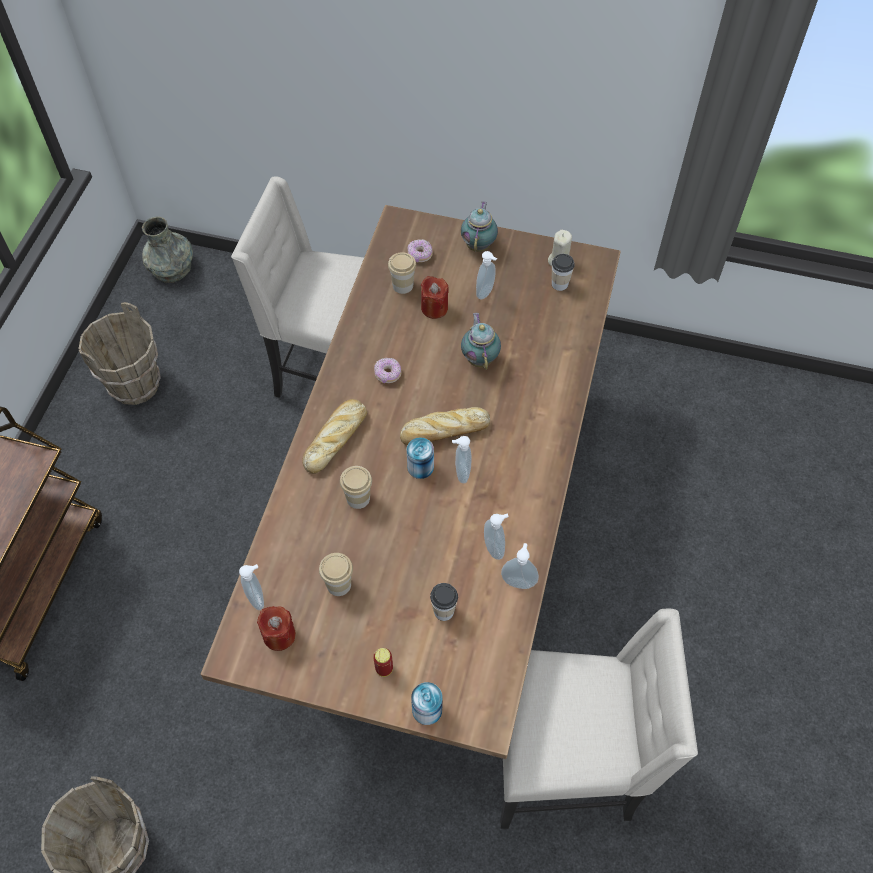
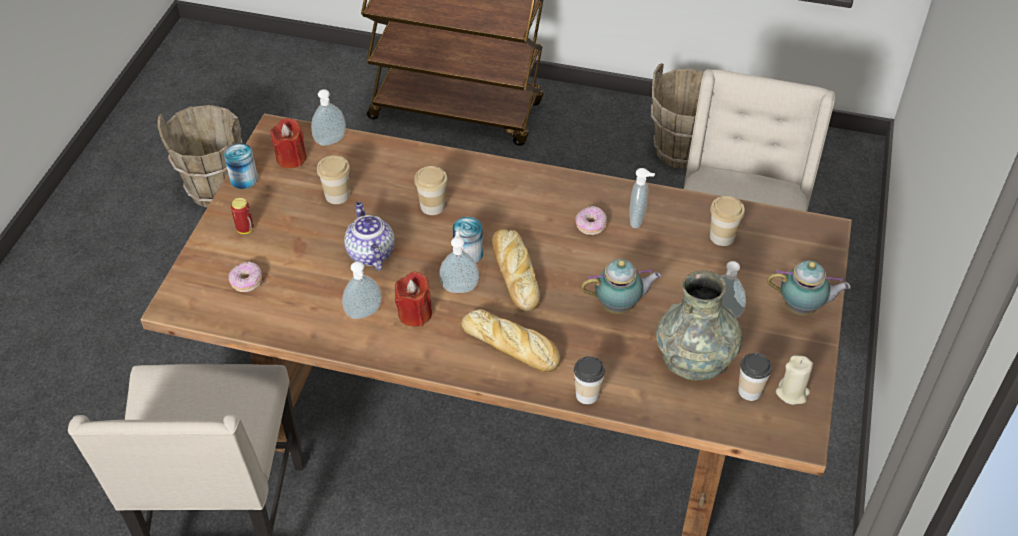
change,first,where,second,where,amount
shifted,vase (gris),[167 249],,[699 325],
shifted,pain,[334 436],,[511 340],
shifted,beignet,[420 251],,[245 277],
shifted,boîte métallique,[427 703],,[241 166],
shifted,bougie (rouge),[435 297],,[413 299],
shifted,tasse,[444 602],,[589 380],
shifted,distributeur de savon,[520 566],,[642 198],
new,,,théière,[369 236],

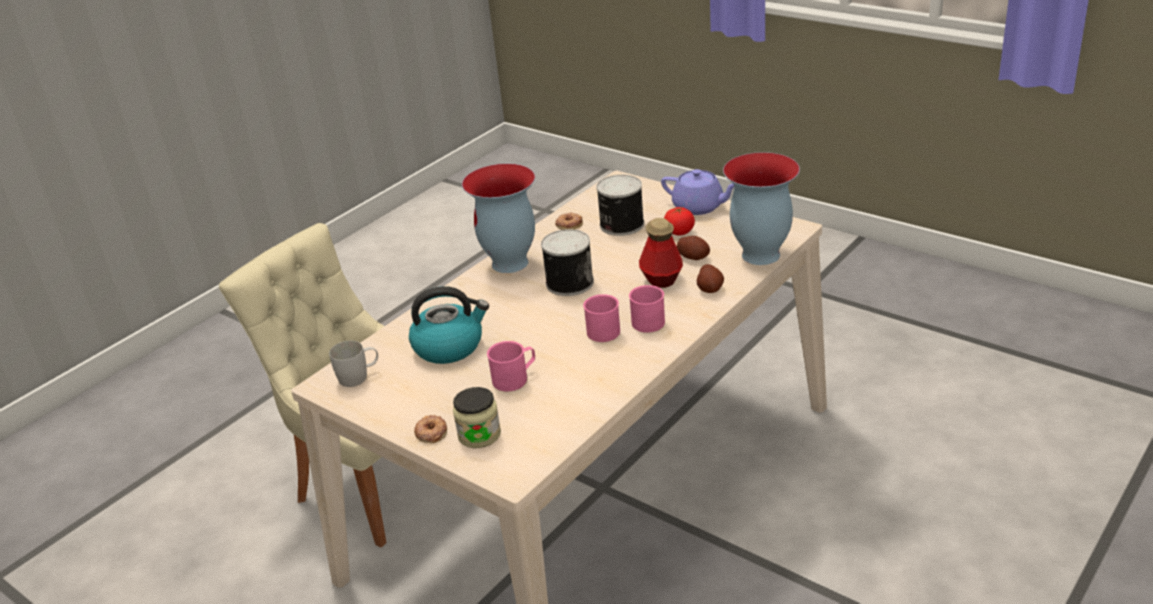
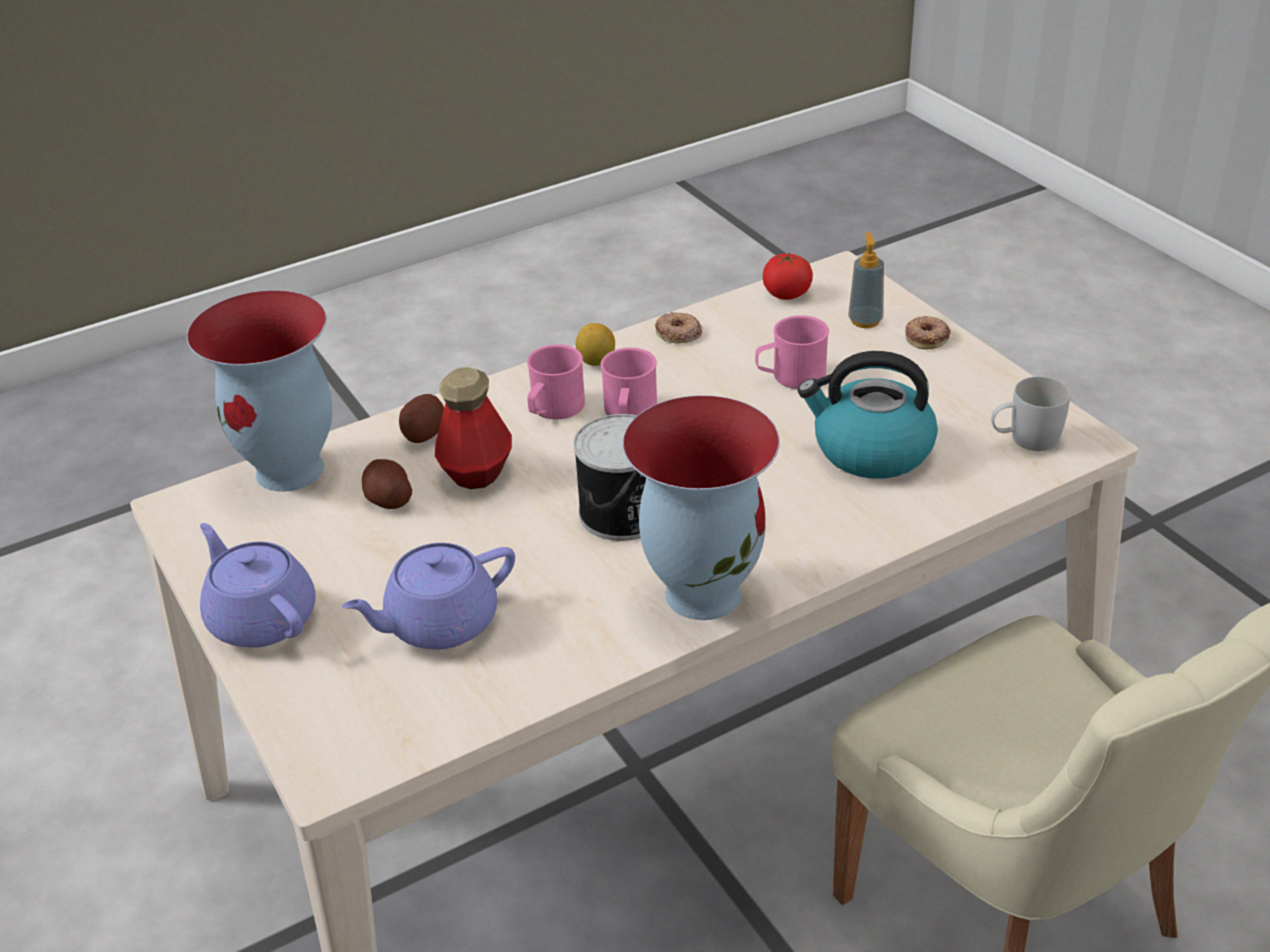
change,first,where,second,where,amount
swapped,bocal,[477 417],distributeur de savon,[866 280],
shifted,beignet,[569 221],,[678 327],
swapped,boîte métallique,[620 205],théière (violet),[428 596],
shifted,tomate,[679 221],,[788 276],
new,,,citron,[595 344],

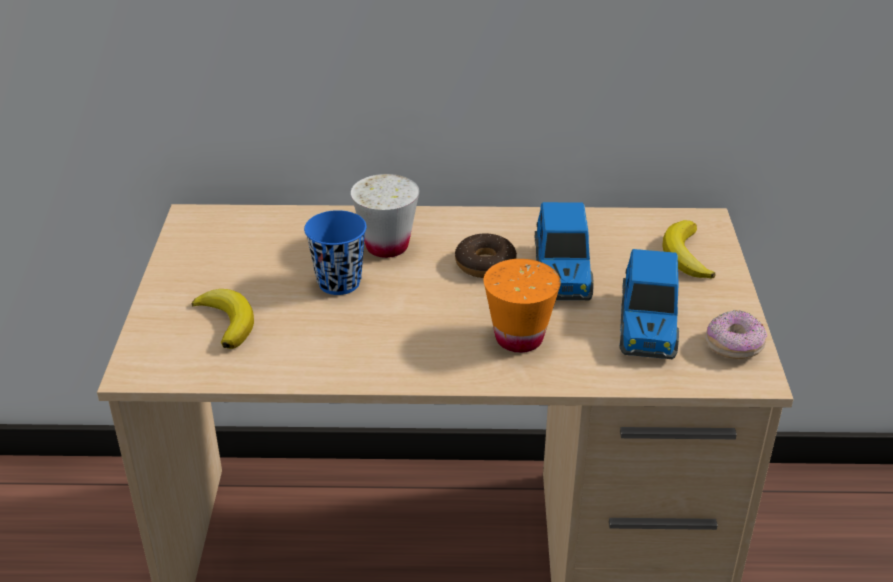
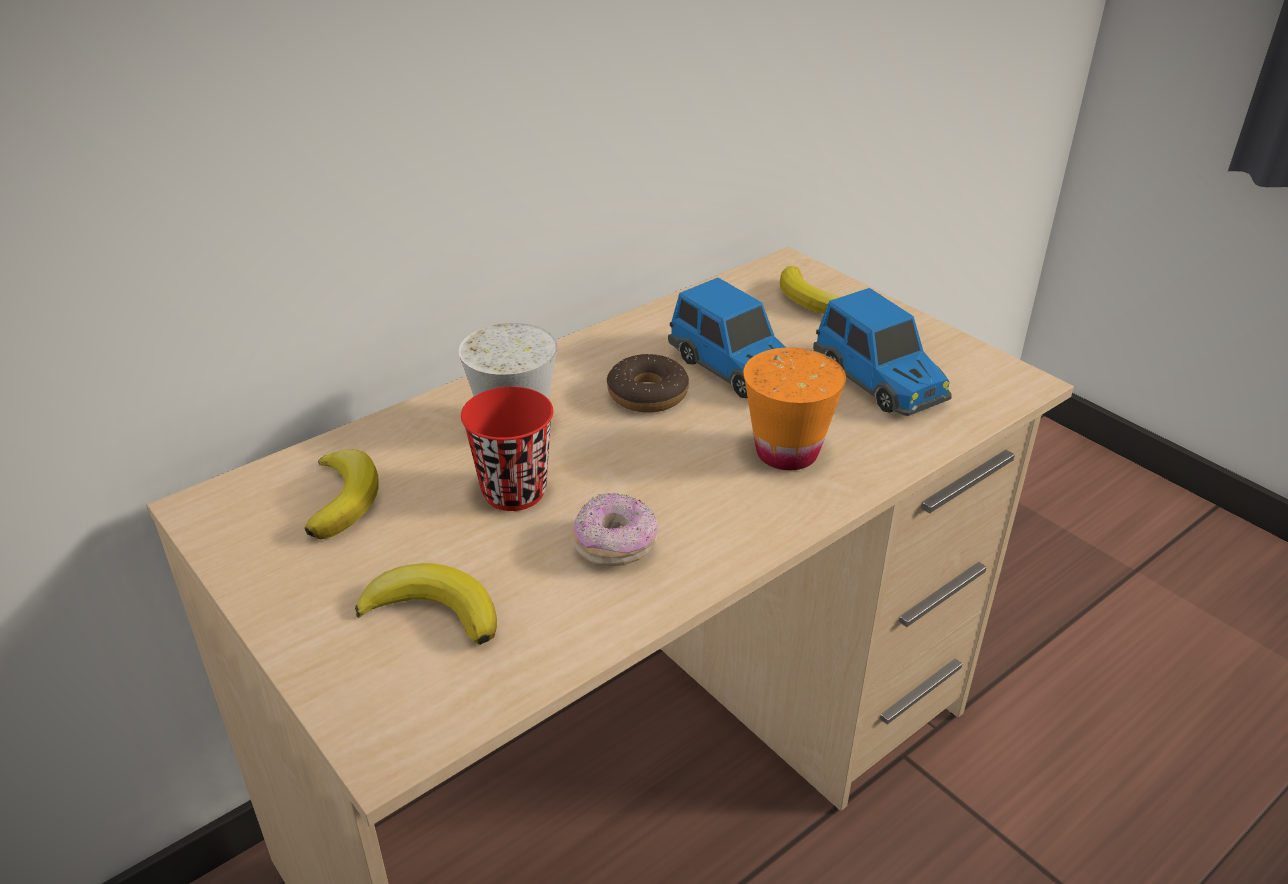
change,first,where,second,where,amount
repainted,tasse (bleu),[335 252],tasse (rouge),[507 449],
shifted,beignet,[736 334],,[616 529],
new,,,banane,[342 494],

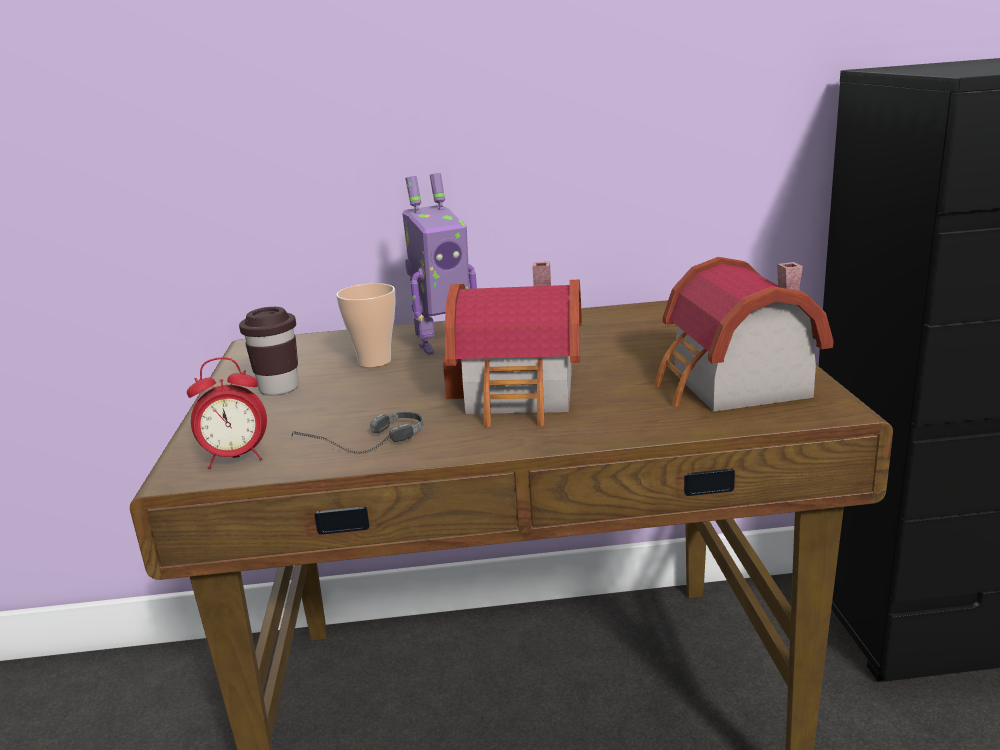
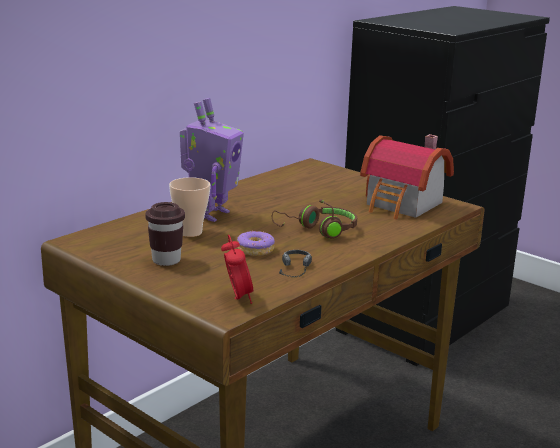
change,first,where,second,where,amount
rotated,réveil,[227 413],,[237 269],45 degrees counterclockwise
swapped,maison miniature,[512 344],casque audio (marron),[314 219],
new,,,beignet,[256 243],

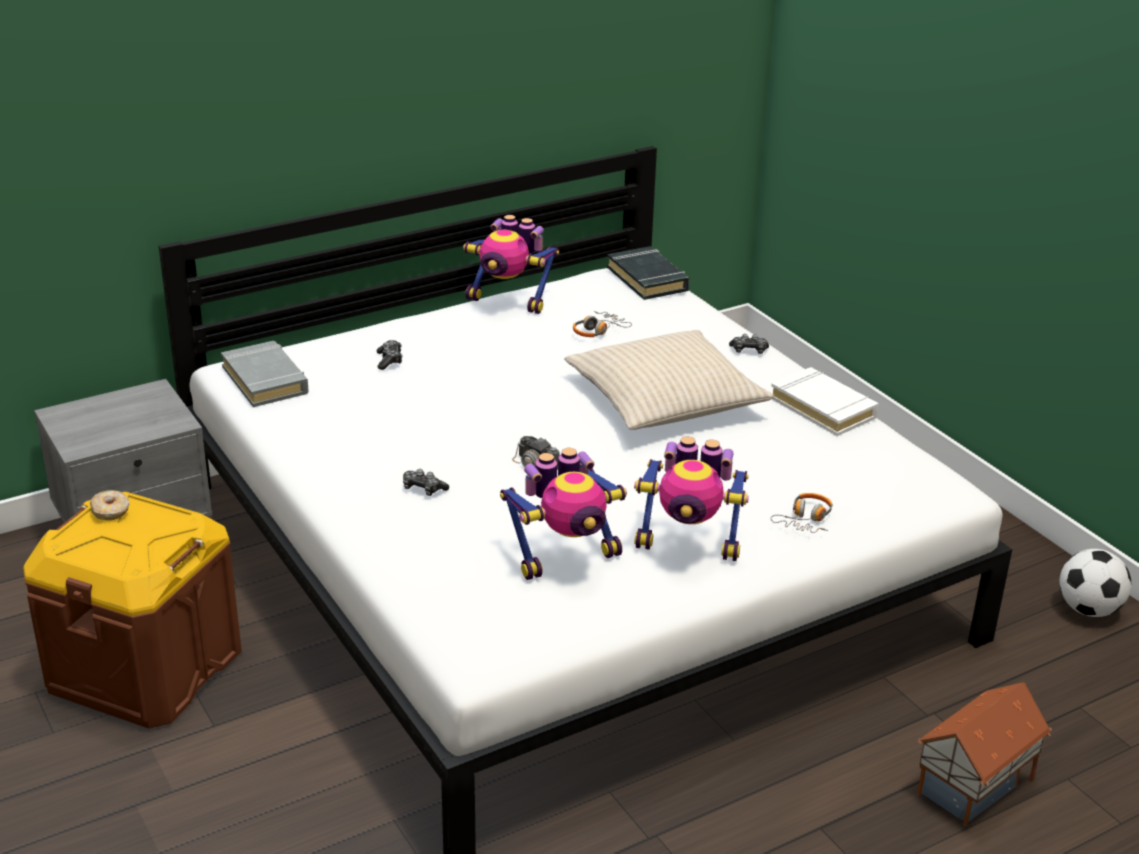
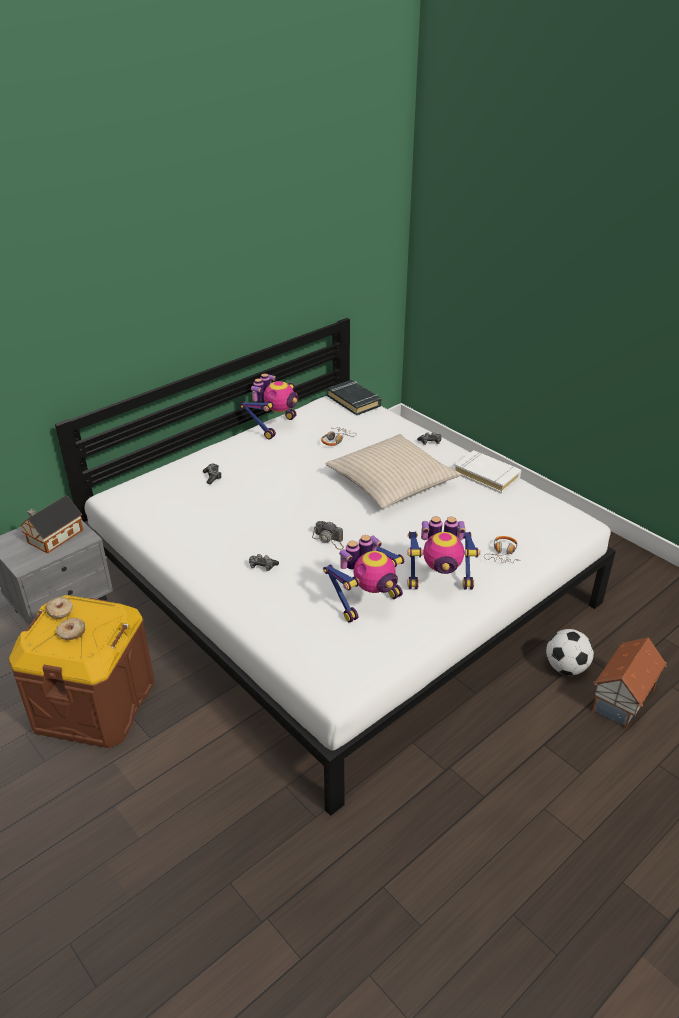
change,first,where,second,where,amount
gone,livre (gris),[264 374],,,
rotated,robot jouet,[511 264],,[269 406],75 degrees counterclockwise
shifted,ballon de foot,[1095 583],,[570 652],
new,,,maison miniature,[51 524],
new,,,beignet,[70 629],

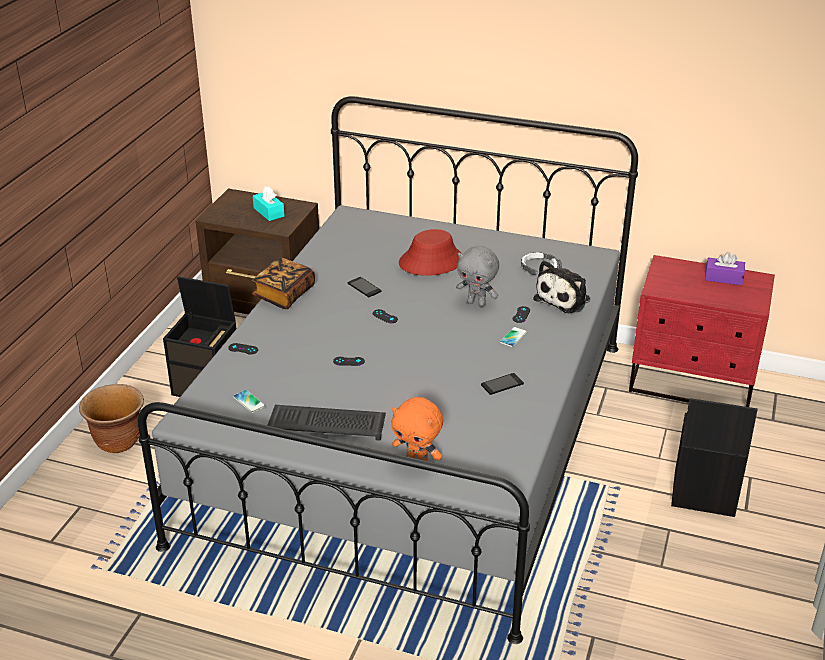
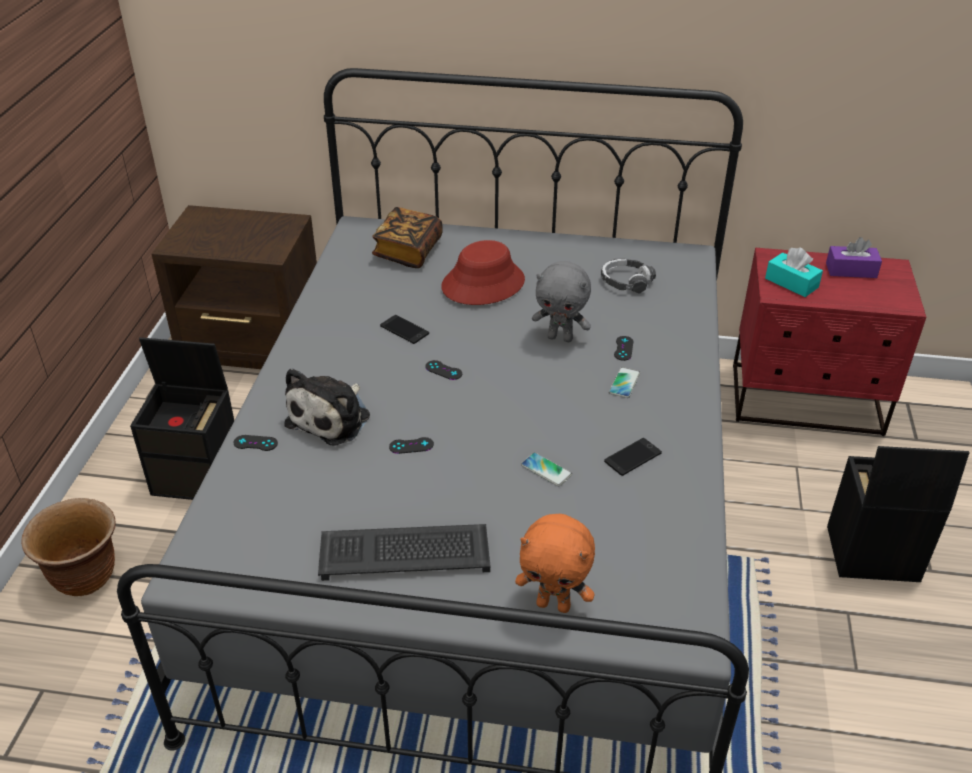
change,first,where,second,where,amount
shifted,téléphone,[249 401],,[546 469],
shifted,livre,[283 283],,[407 237],
shifted,boîte à mouchoirs (turquoise),[269 204],,[794 272],
shifted,peluche,[561 286],,[327 407],

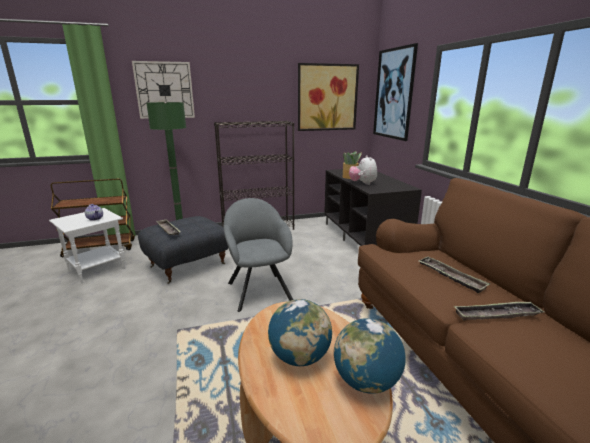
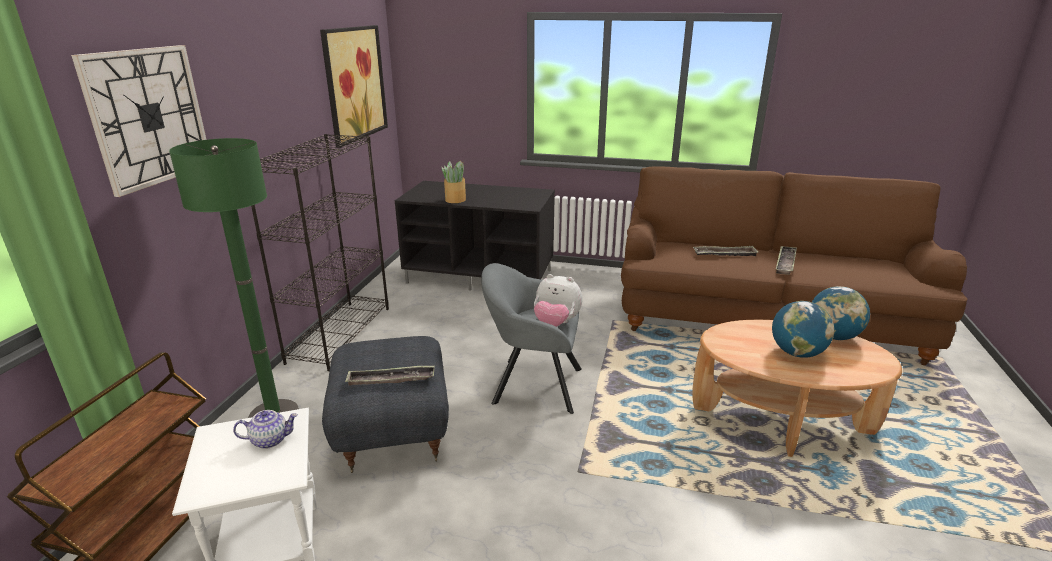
change,first,where,second,where,amount
shifted,peluche,[363 170],,[558 300],
gone,tableau,[395 92],,,

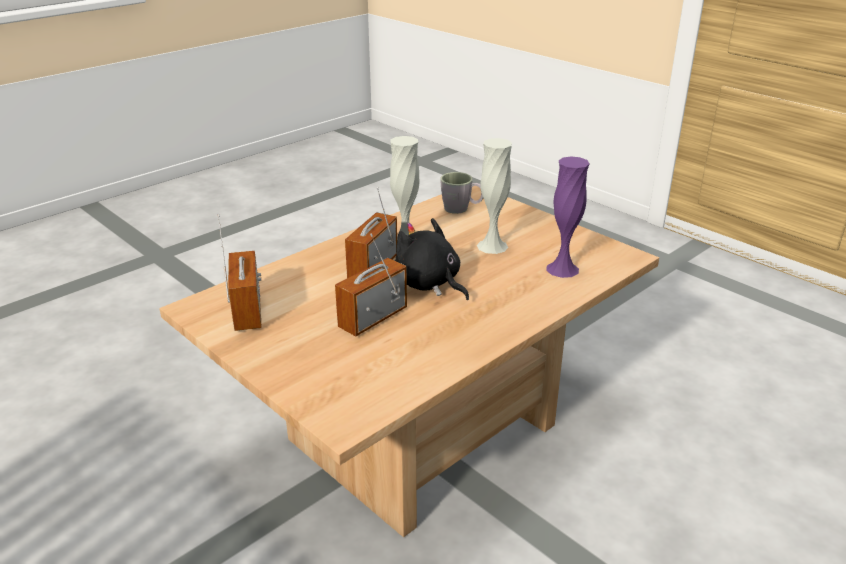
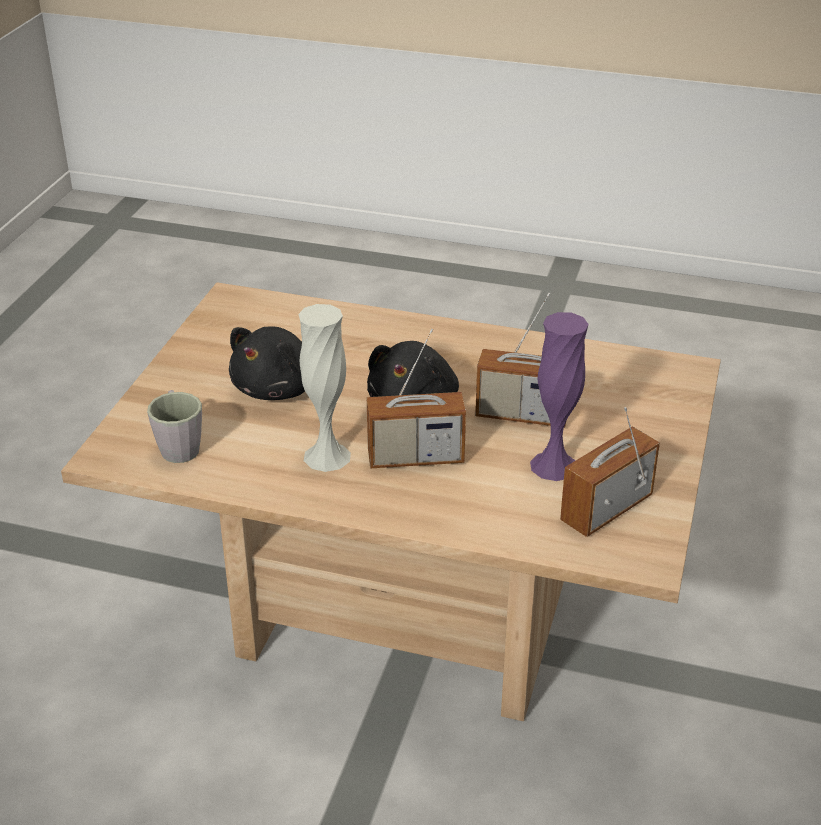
change,first,where,second,where,amount
swapped,vase (blanc),[494 196],peluche (noir),[267 363],
shifted,vase (violet),[568 217],,[559 396],

